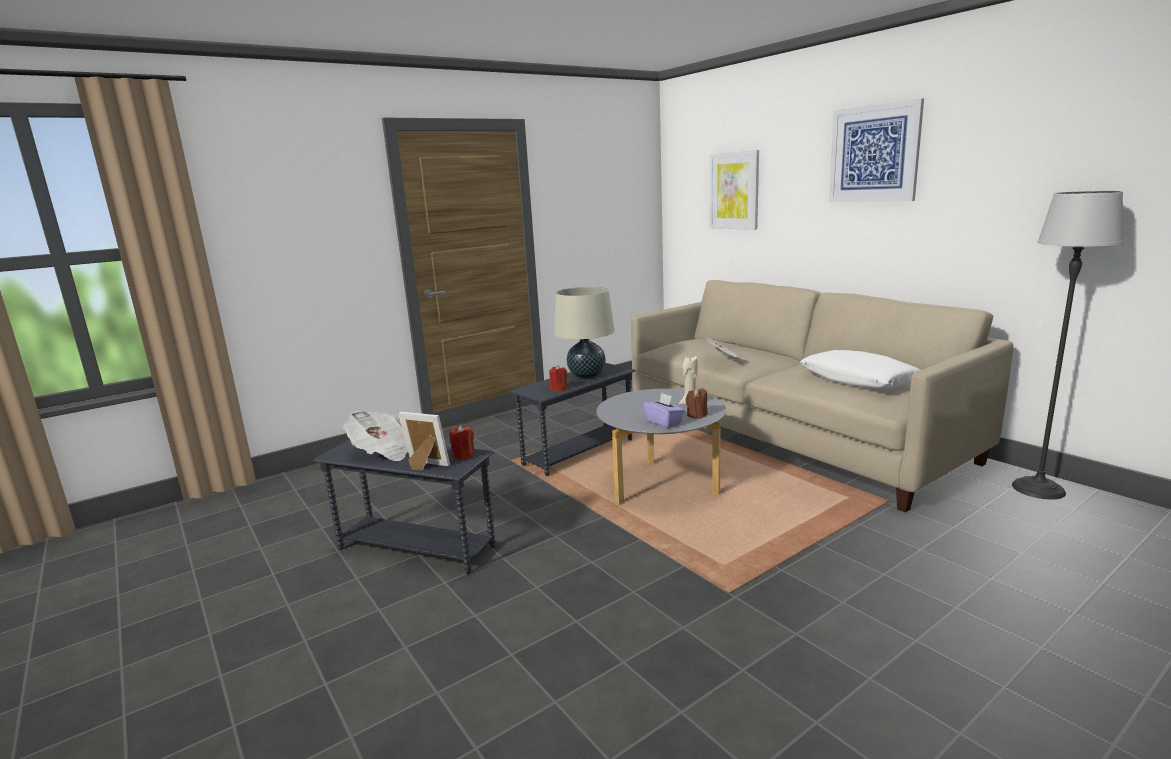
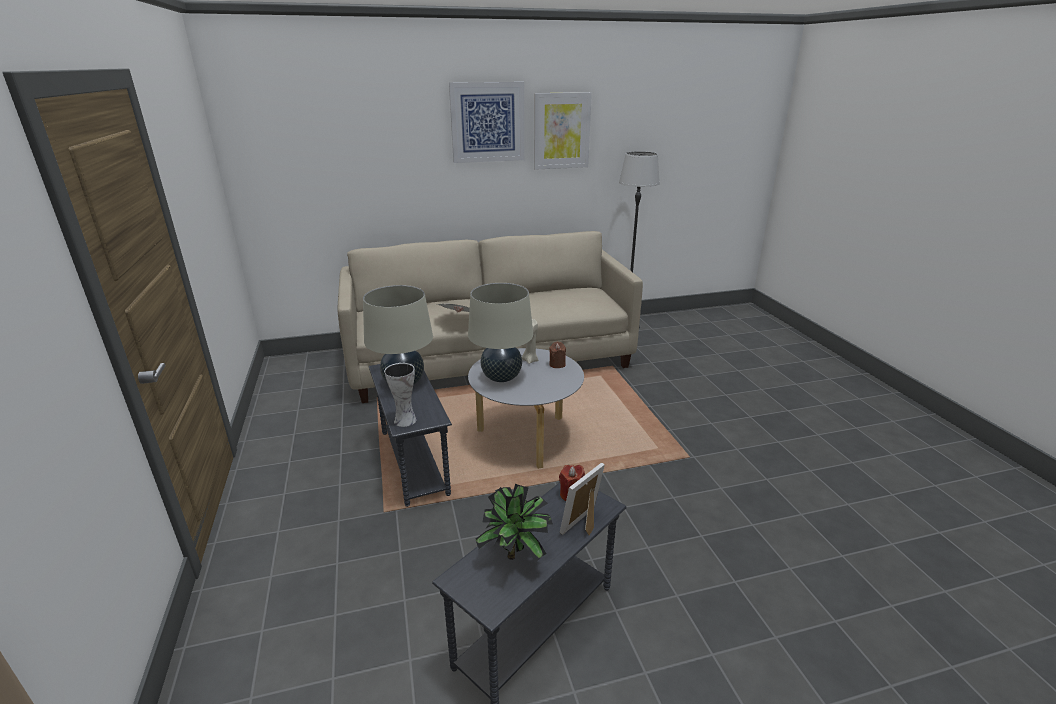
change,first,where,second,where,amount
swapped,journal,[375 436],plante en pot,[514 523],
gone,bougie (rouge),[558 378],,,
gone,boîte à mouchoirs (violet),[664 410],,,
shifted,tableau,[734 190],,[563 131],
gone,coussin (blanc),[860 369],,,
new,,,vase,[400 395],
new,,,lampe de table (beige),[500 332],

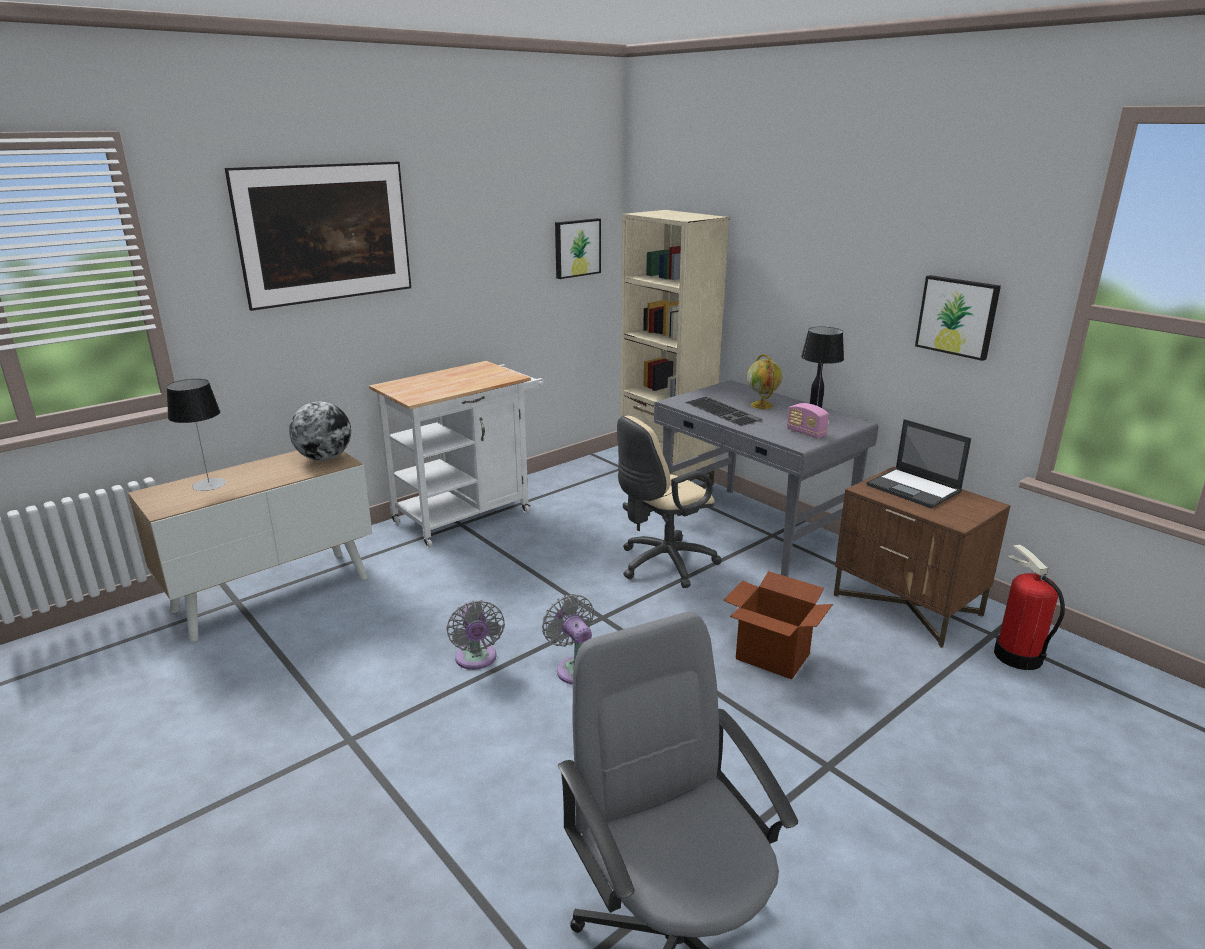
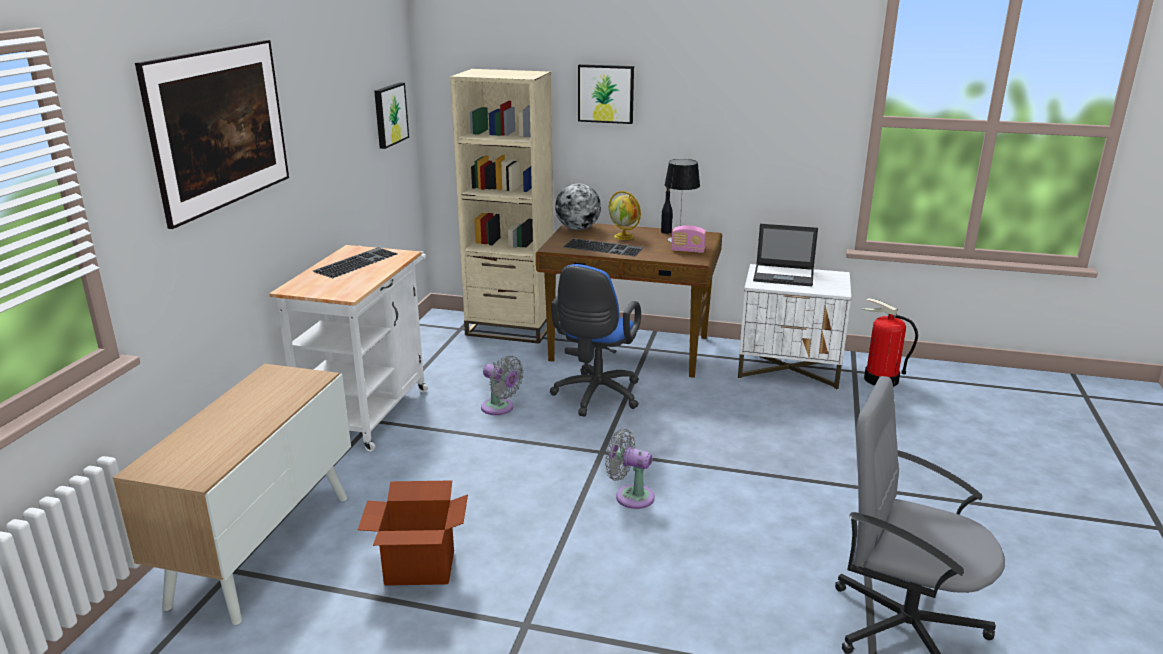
change,first,where,second,where,amount
gone,lampe de table,[196 435],,,
shifted,globe,[320 431],,[578 207],
shifted,ventilateur (gris),[475 635],,[502 385],
repainted,chaise de bureau (beige),[669 502],chaise de bureau (bleu),[595 340],
repainted,bureau (gris),[766 478],bureau (marron),[629 300],
shifted,carton,[778 625],,[413 533],
repainted,table de chevet (marron),[922 557],table de chevet (blanc),[794 327],
shifted,tableau,[958 318],,[606 94],
new,,,clavier,[355 262],

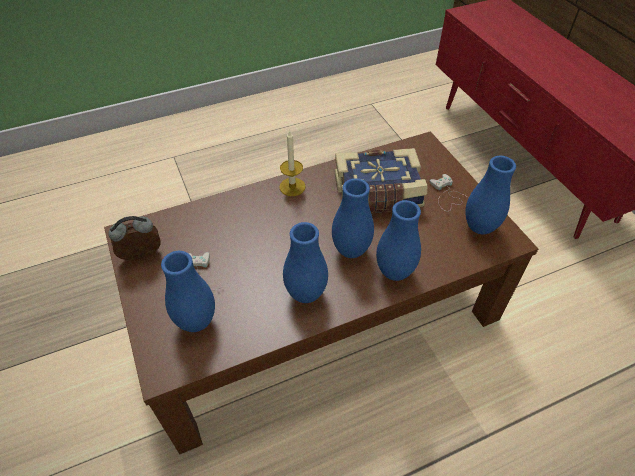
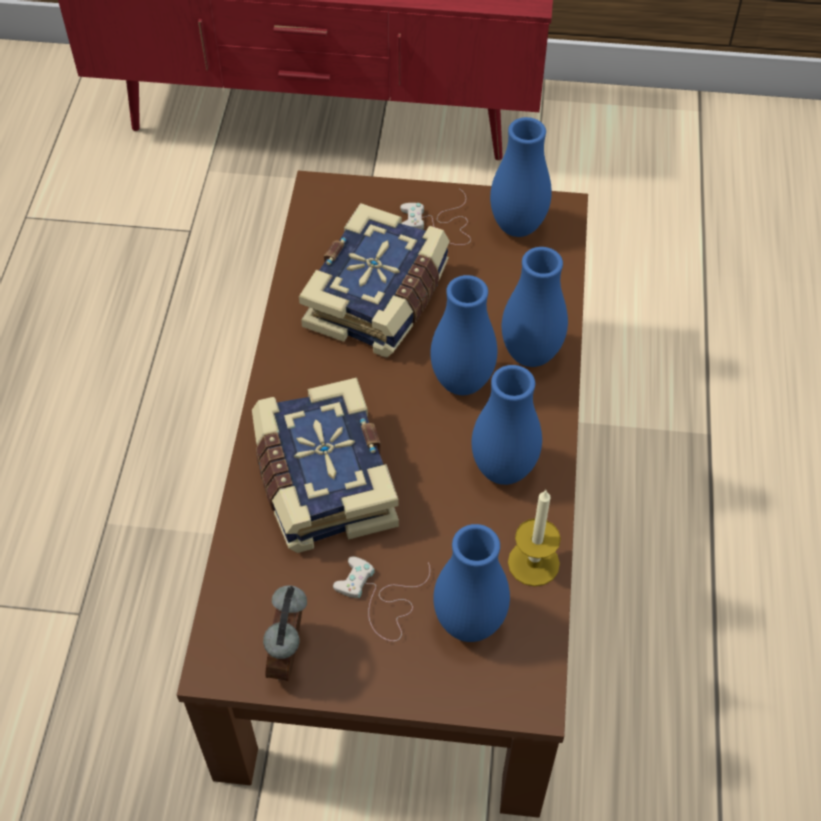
change,first,where,second,where,amount
shifted,bougie,[292 163],,[534 537],
new,,,livre,[325 465],

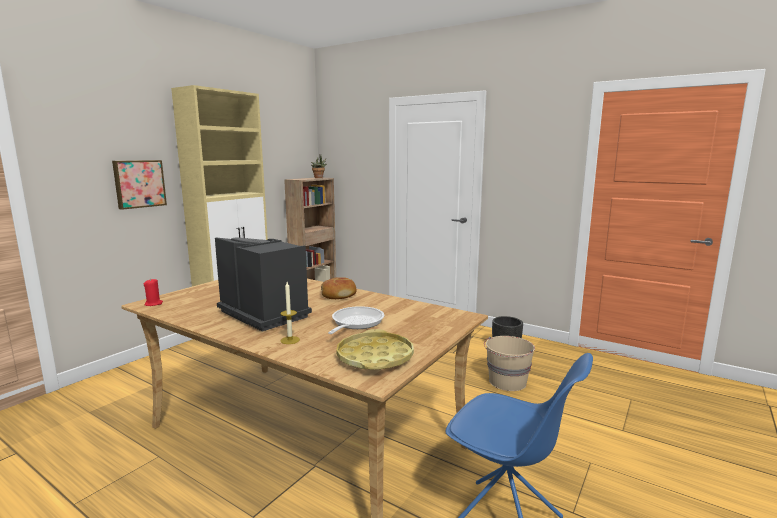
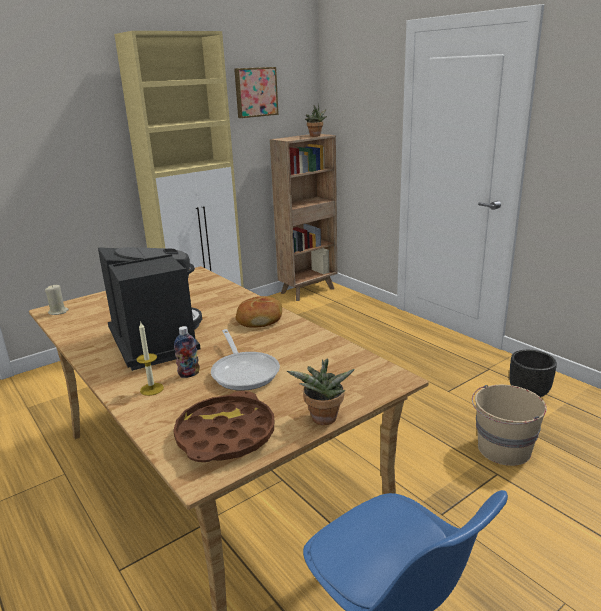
change,first,where,second,where,amount
shifted,tableau,[139 185],,[256 92],
repainted,bougie (rouge),[153 292],bougie (beige),[57 300],
rotated,poêle,[356 320],,[245 360],120 degrees clockwise
repainted,plateau (jaune),[375 349],plateau (marron),[223 426],
new,,,bouteille,[187 352],
new,,,plante en pot,[321 392],

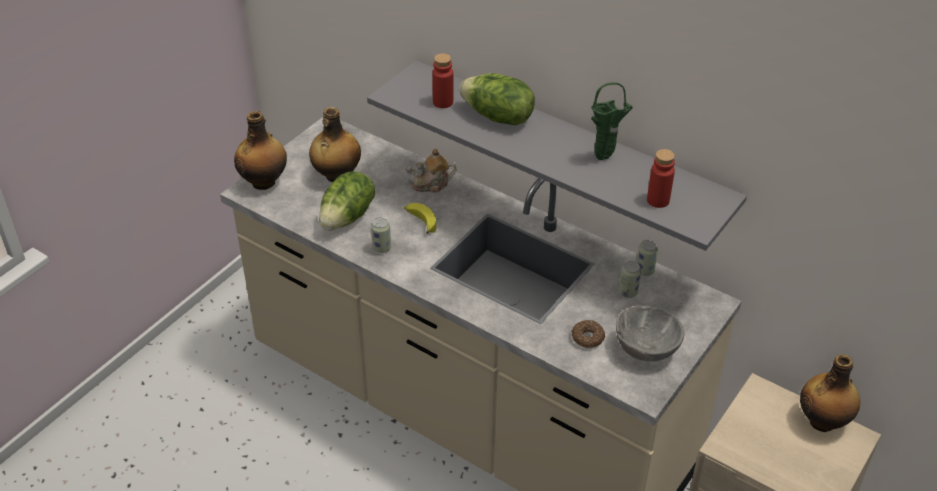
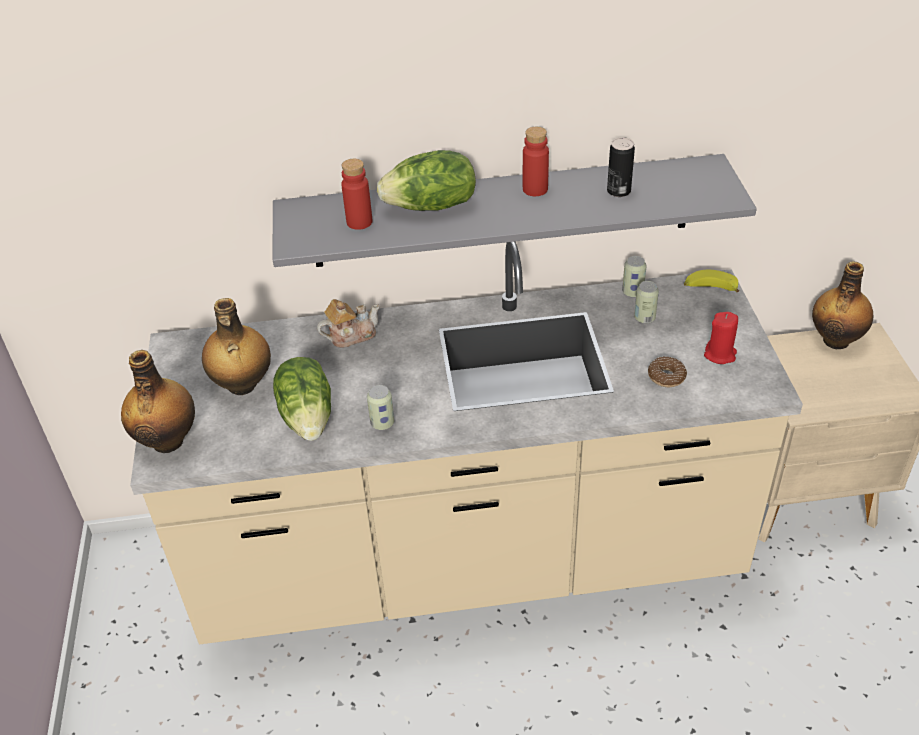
change,first,where,second,where,amount
rotated,théière,[430 170],,[348 323],150 degrees counterclockwise
shifted,banane,[420 218],,[711 281],
gone,vase (vert),[612 121],,,
swapped,bol (gris),[650 333],bougie (rouge),[721 338],
shifted,bouteille (rouge),[661 178],,[536 161],
new,,,boîte métallique,[621 167],

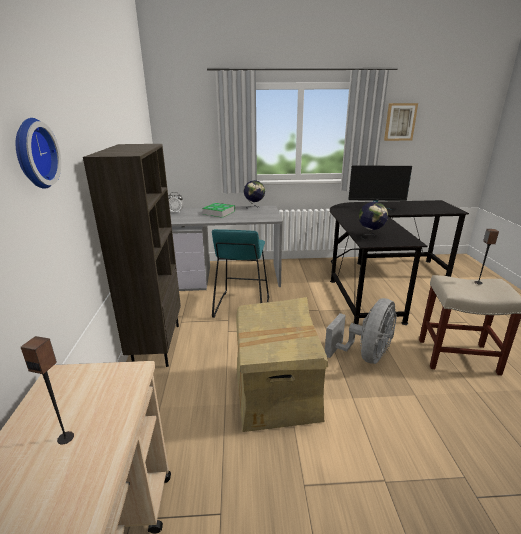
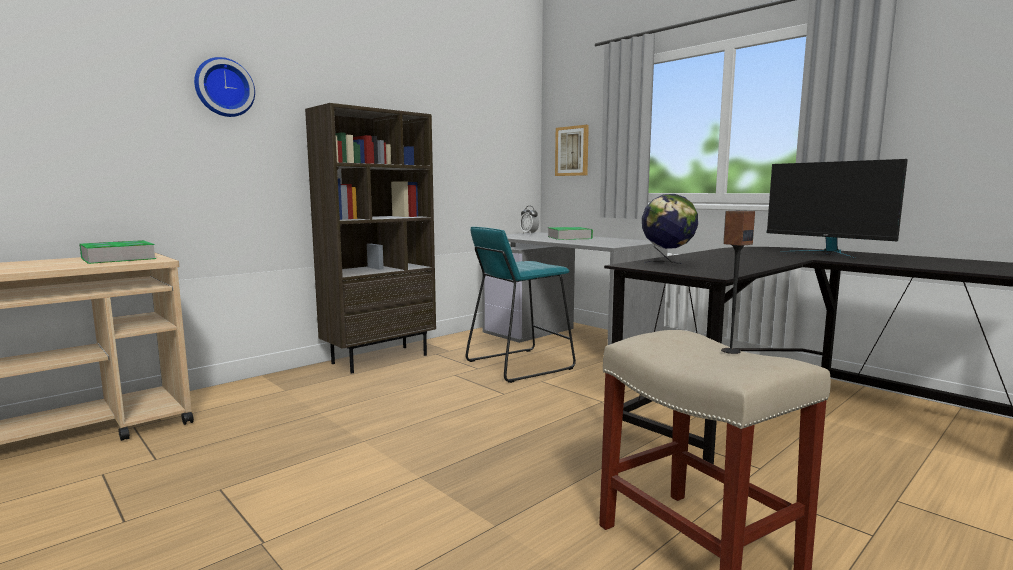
change,first,where,second,where,amount
gone,enceinte,[47 390],,,
gone,carton,[282 364],,,
gone,globe,[254 194],,,
gone,ventilateur (gris),[360 331],,,
shifted,tableau,[401 122],,[572 150],
new,,,livre,[117 252],

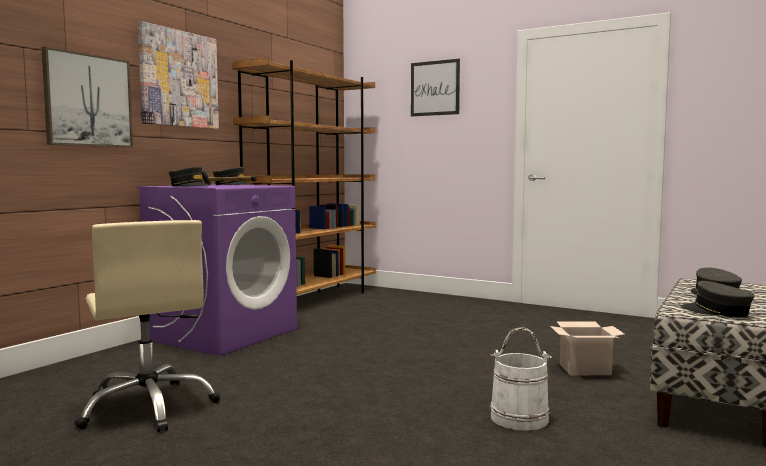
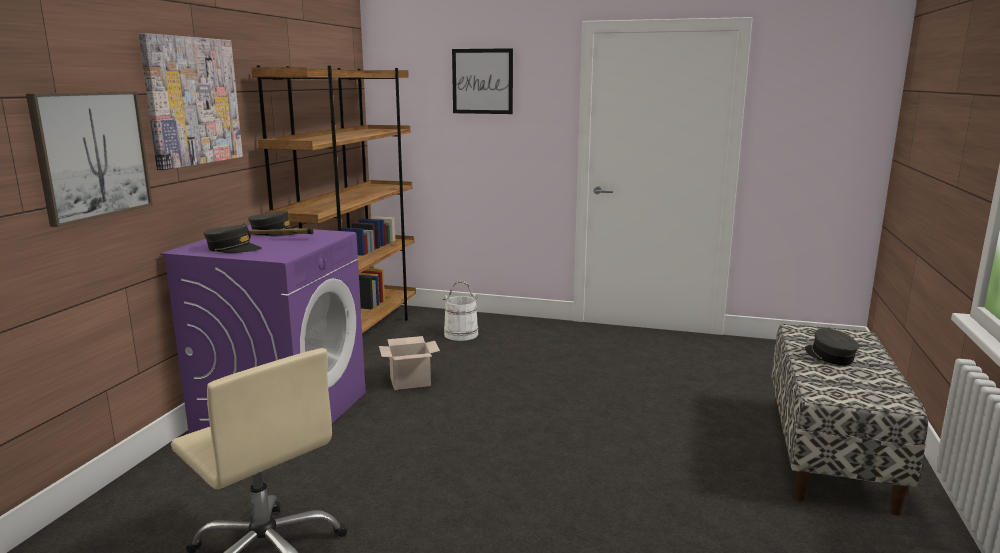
change,first,where,second,where,amount
shifted,seau (blanc),[521 379],,[460 311],
shifted,carton,[587 348],,[409 363],
gone,casquette (gris),[718 299],,,

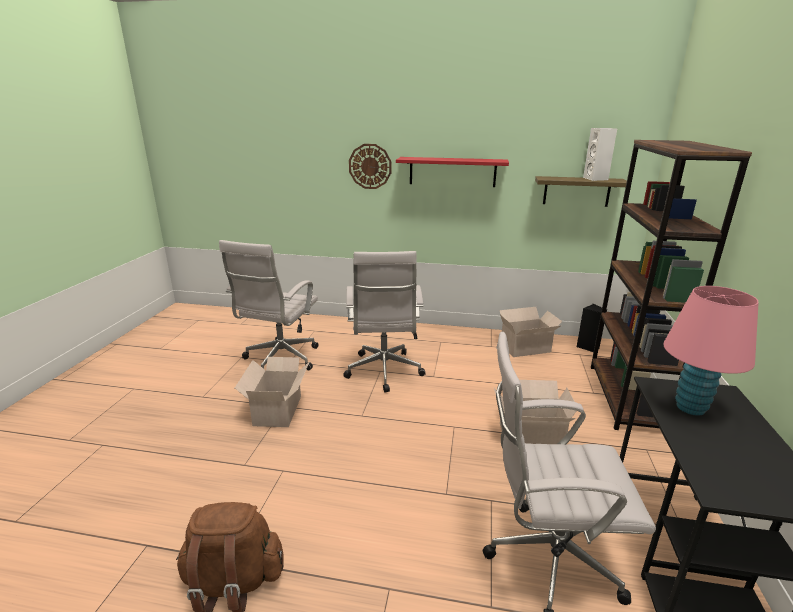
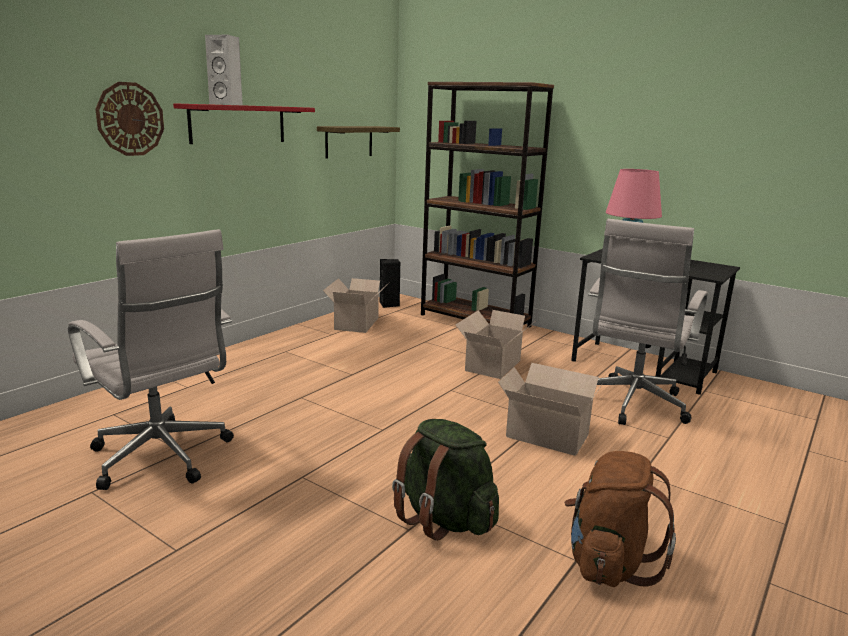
change,first,where,second,where,amount
shifted,carton,[272 392],,[550 409],
gone,chaise de bureau (blanc),[385 321],,,
shifted,enceinte (blanc),[600 154],,[224 70],
new,,,sac à dos (vert),[445 480],

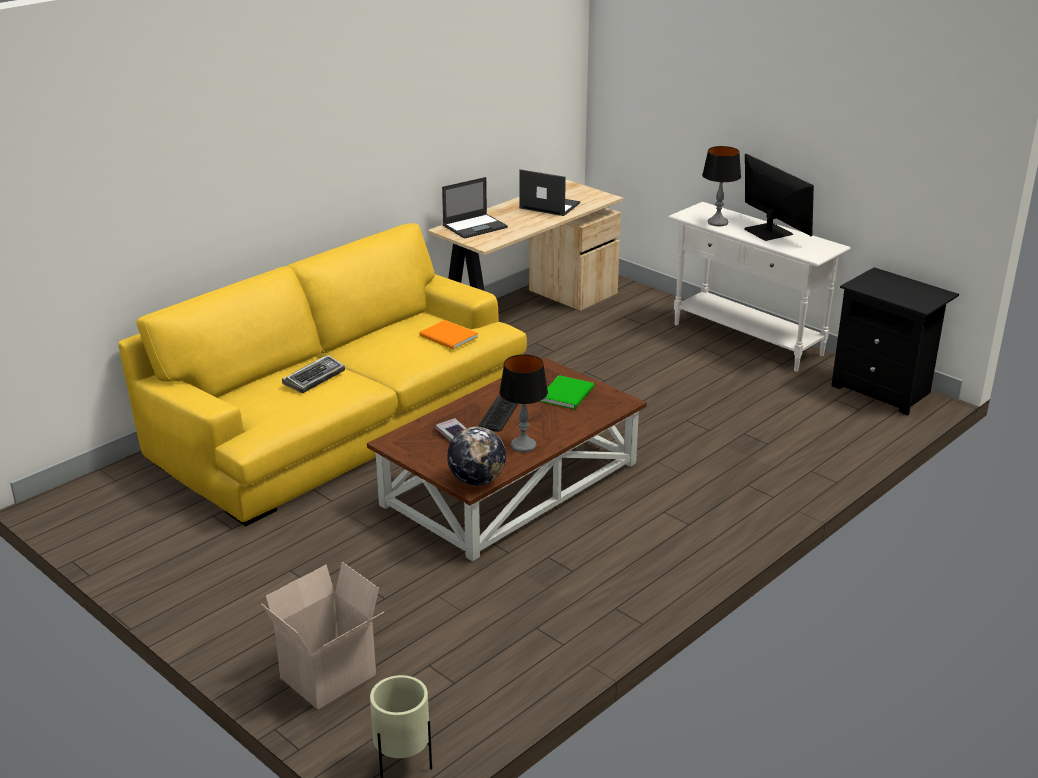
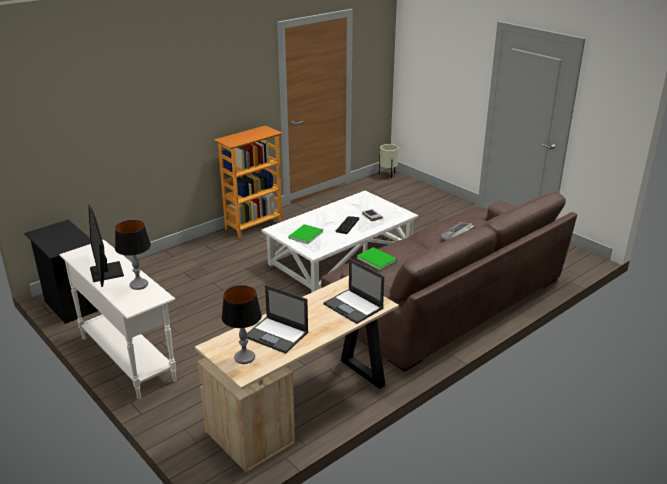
change,first,where,second,where,amount
repainted,canapé (jaune),[322 375],canapé (marron),[449 282],
gone,carton,[323 636],,,
repainted,table basse (marron),[507 459],table basse (blanc),[340 242],
repainted,livre (orange),[448 335],livre (vert),[377 258],
rotated,ordinateur portable,[475 208],,[353 291],105 degrees counterclockwise
gone,globe,[476 456],,,
shifted,lampe de table,[523 403],,[241 324],
new,,,bibliothèque,[248 182],

